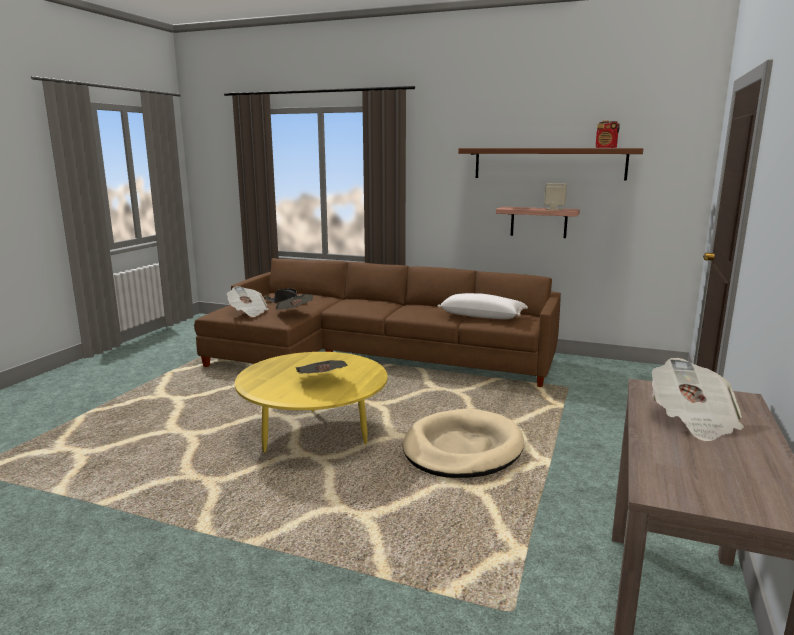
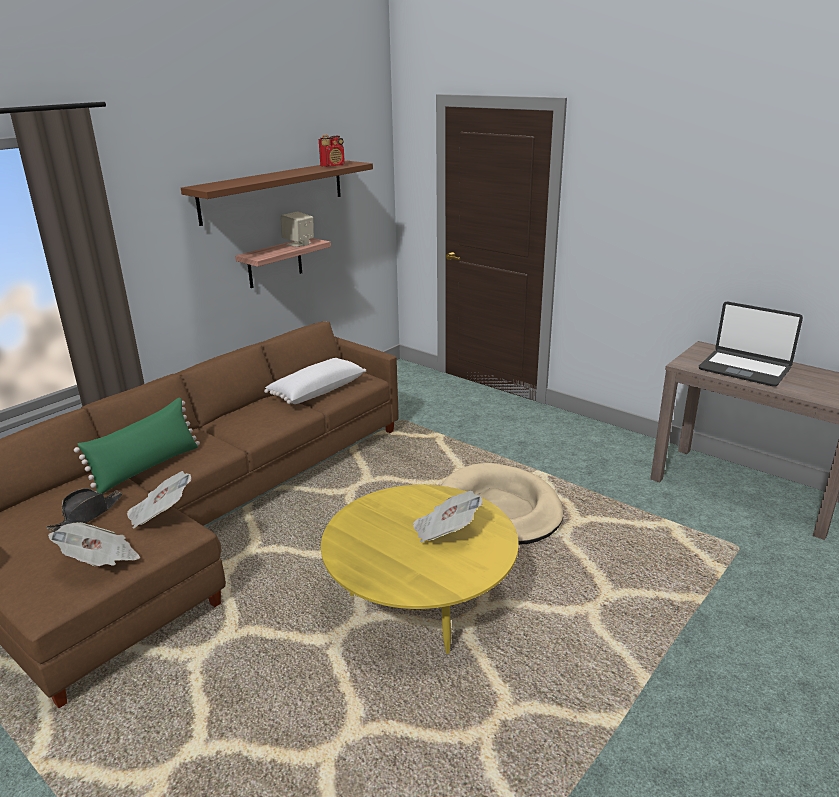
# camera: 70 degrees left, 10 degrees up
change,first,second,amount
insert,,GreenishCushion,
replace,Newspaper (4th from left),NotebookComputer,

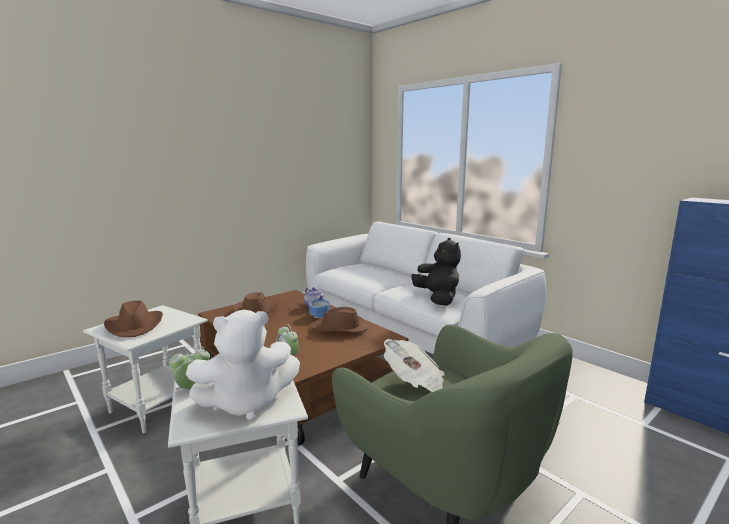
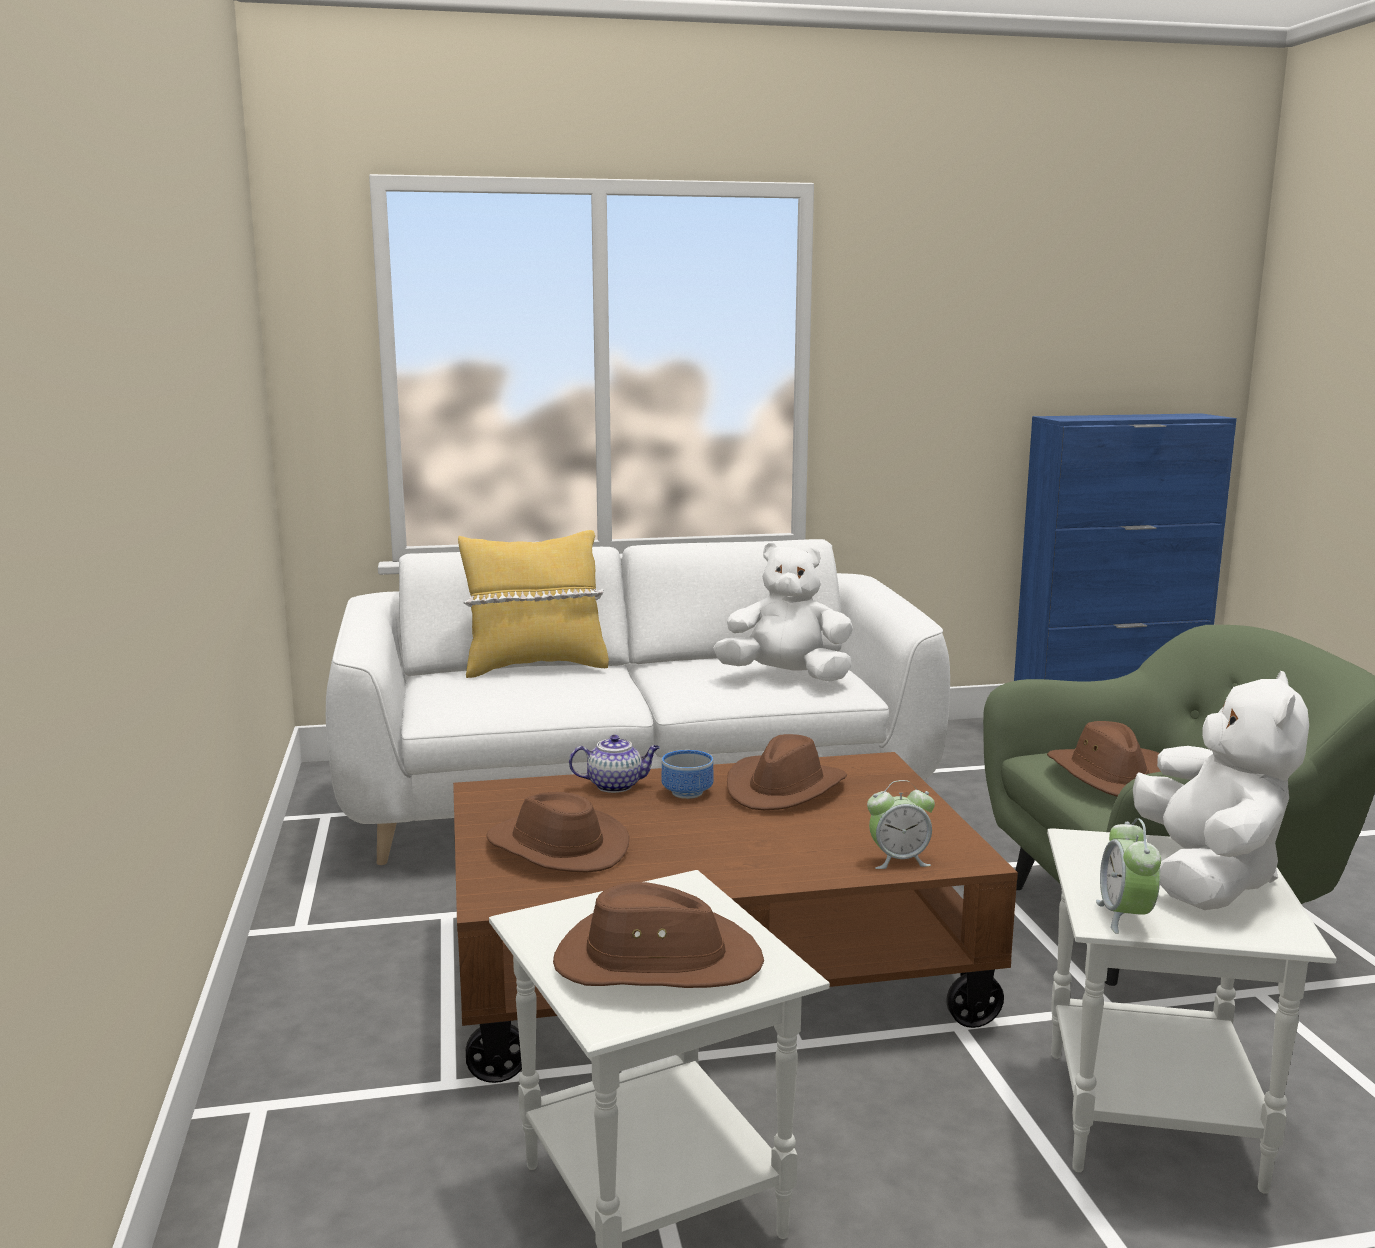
# camera: 60 degrees left, 0 degrees up
change,first,second,amount
insert,,YellowishCushion,
replace,Newspaper,BrownishClothingHat (4th from left),
recolor,BlackColouredSoftToy,WhiteColouredSoftToy (1st from left),

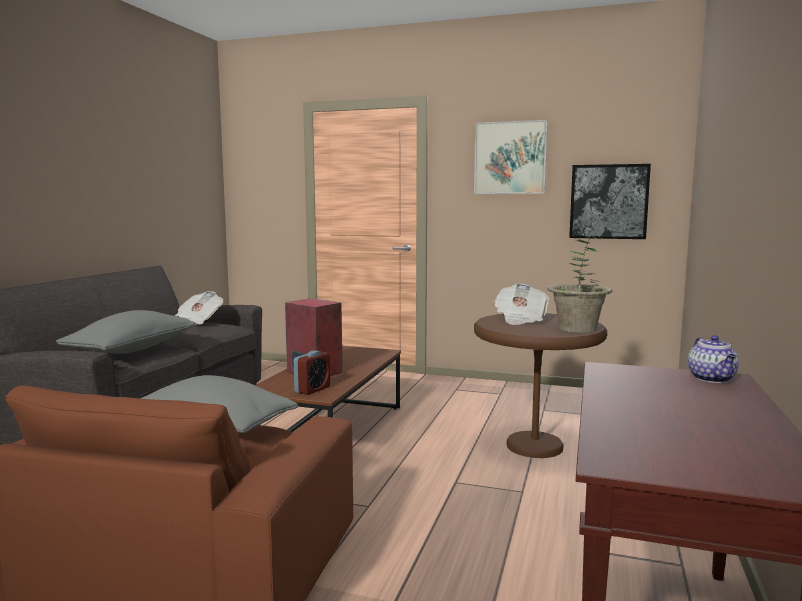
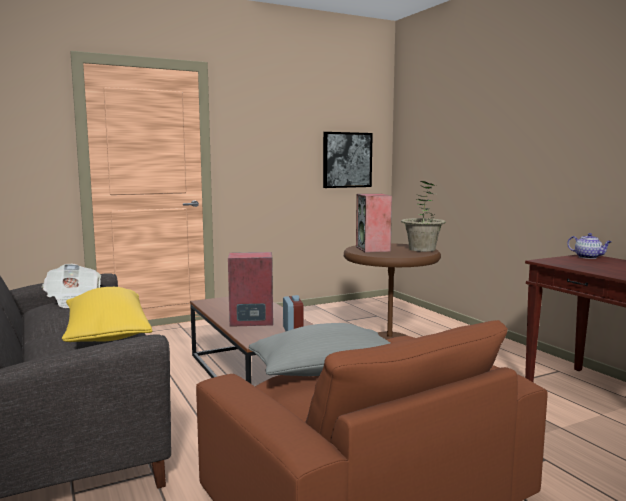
# camera: 45 degrees left, 0 degrees up
change,first,second,amount
delete,Picture (1st from left),,
replace,Newspaper (2nd from left),AudioSpeaker (2nd from left),
recolor,GreyishCushion (1st from left),YellowishCushion,

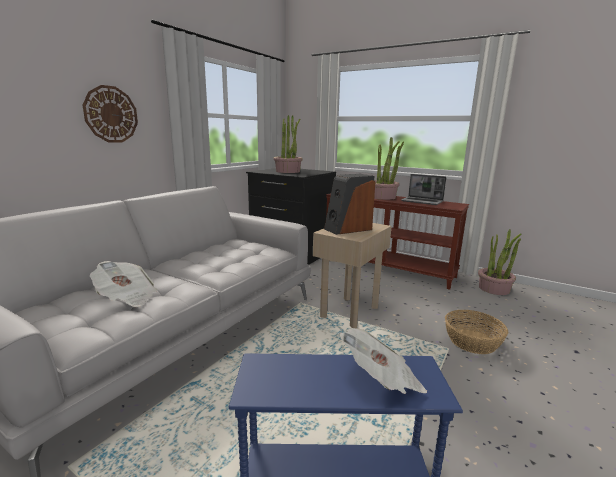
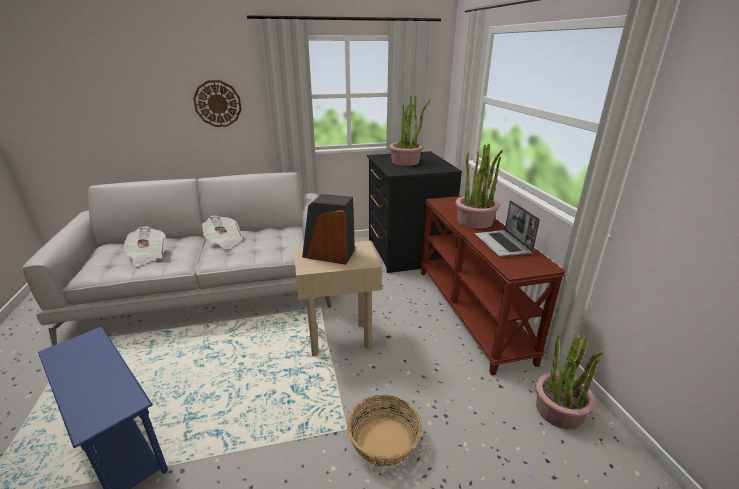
# camera: 45 degrees right, 10 degrees up
change,first,second,amount
move,Newspaper (2nd from left),,

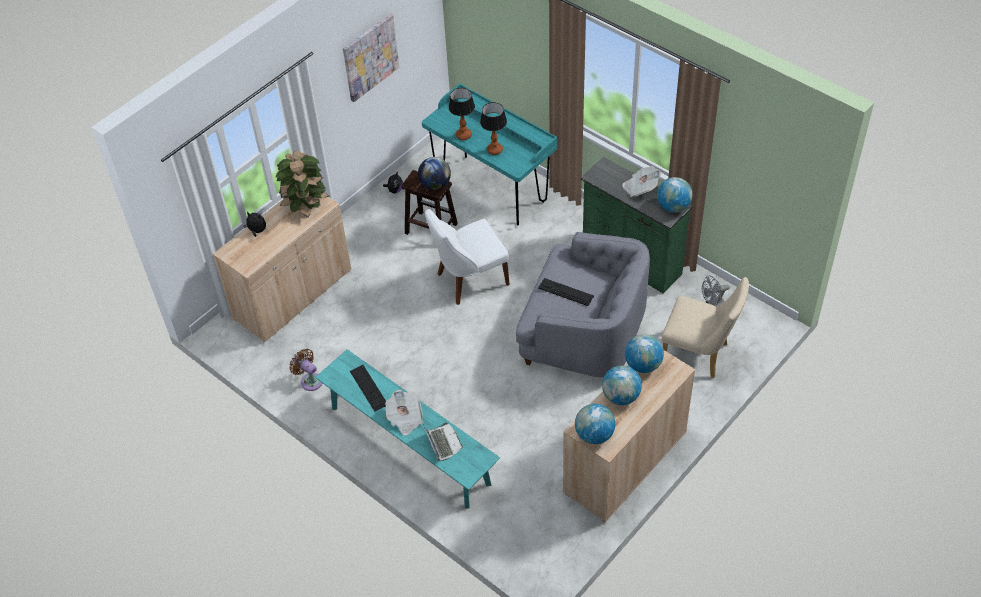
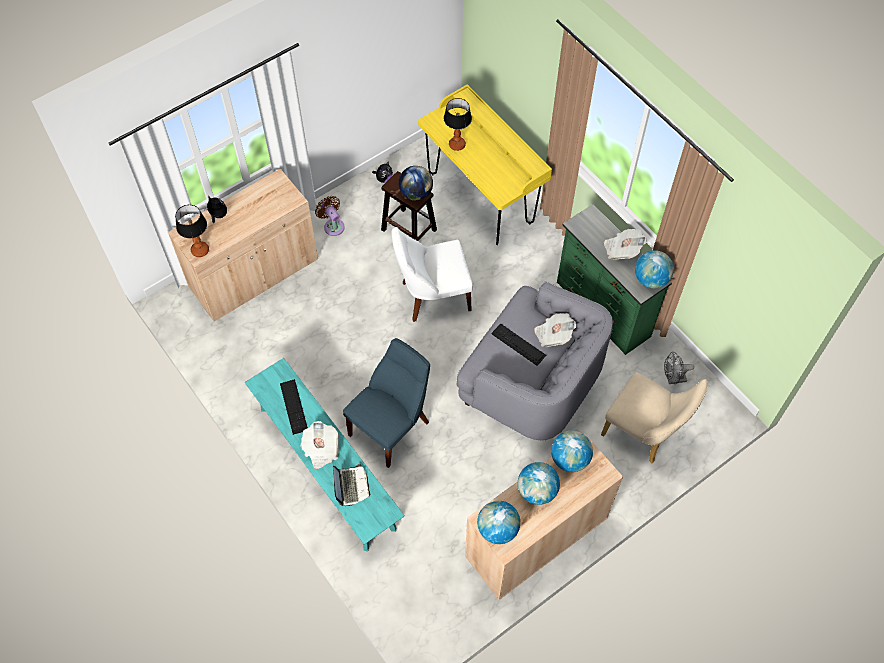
# camera: 10 degrees right, 10 degrees up
change,first,second,amount
delete,PottedPlant,,
delete,Picture,,
insert,,BluishPlainChair,
insert,,Newspaper (2nd from left),
move,BrownishFan,,
move,LampForATable (2nd from left in the first image),LampForATable (1st from left),
recolor,TurquoiseDeskTable,YellowishDeskTable,

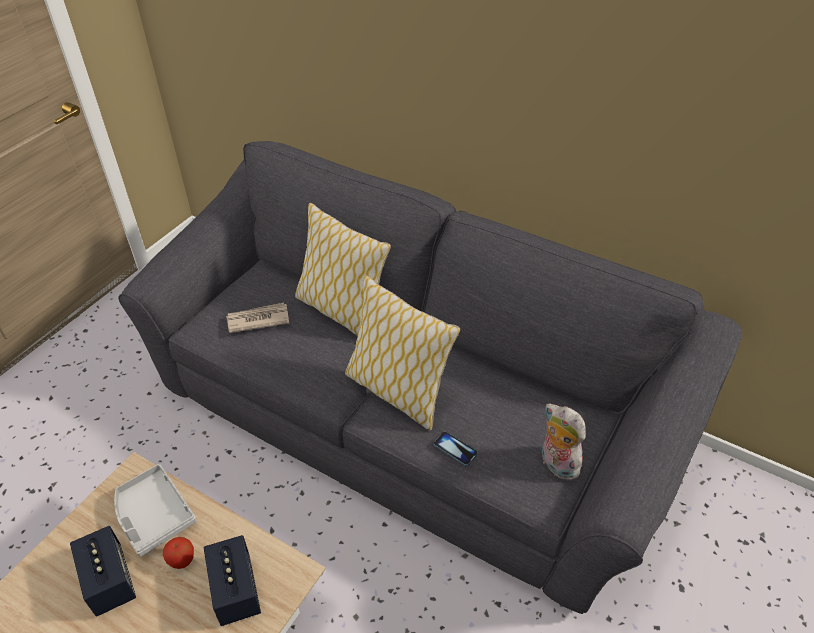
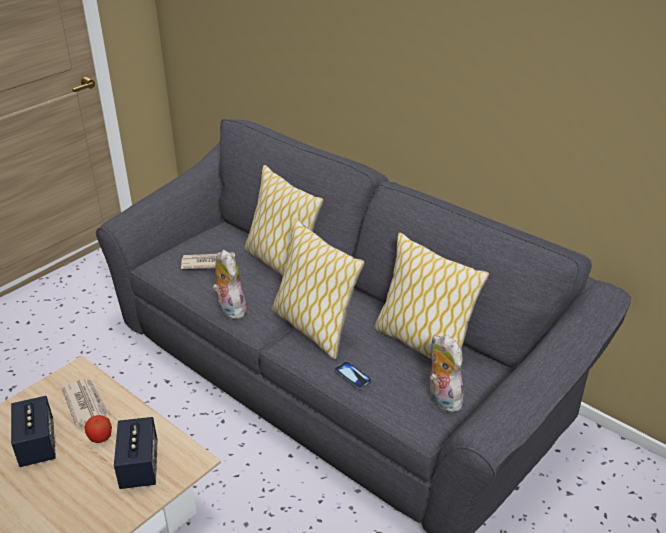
# camera: 10 degrees right, 10 degrees down
change,first,second,amount
insert,,SoftToy (1st from left),
insert,,Cushion (3rd from left),
replace,GreyishCarryingTray,Newspaper (1st from left),

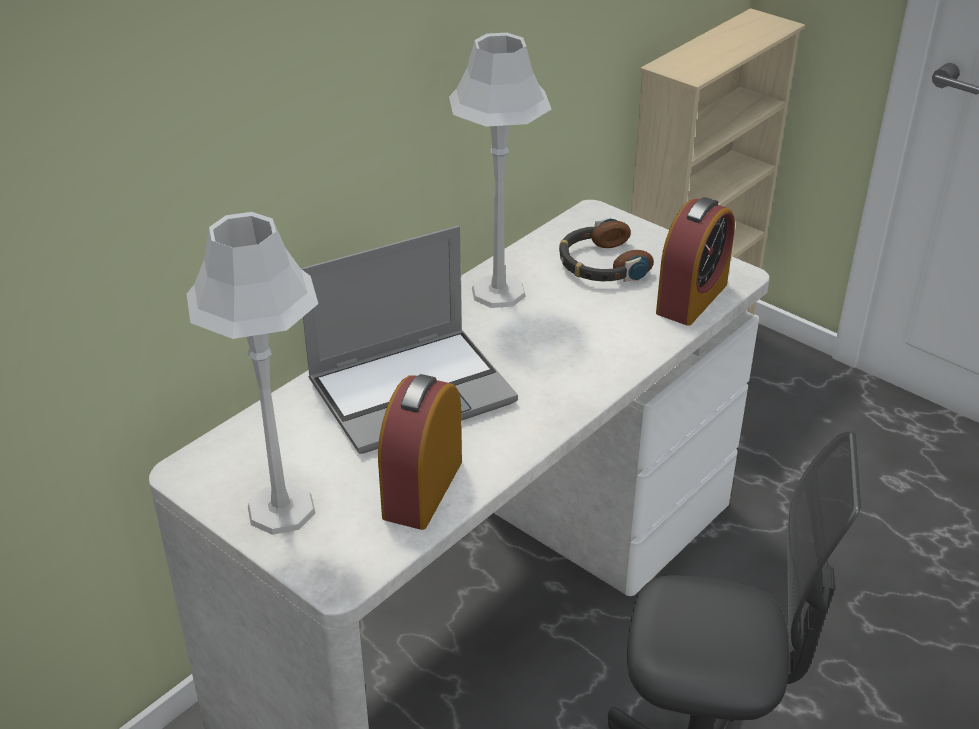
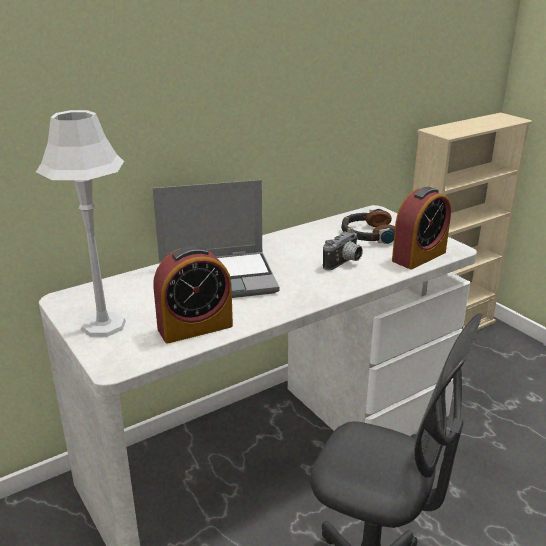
# camera: 15 degrees right, 10 degrees down
change,first,second,amount
delete,GreyishLampForATable (2nd from left),,
insert,,StillCamera,
rotate,TableClock (1st from left),,150 degrees counterclockwise

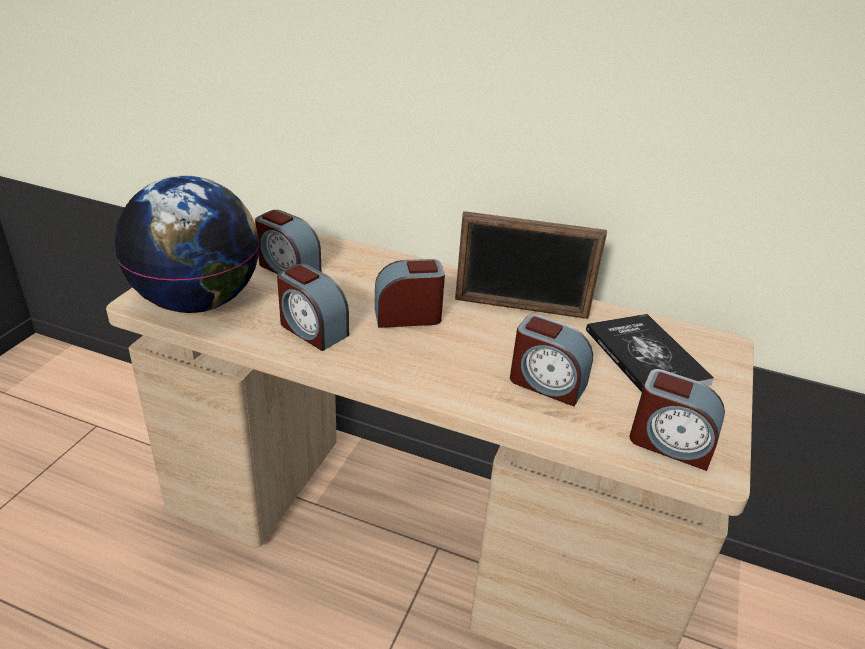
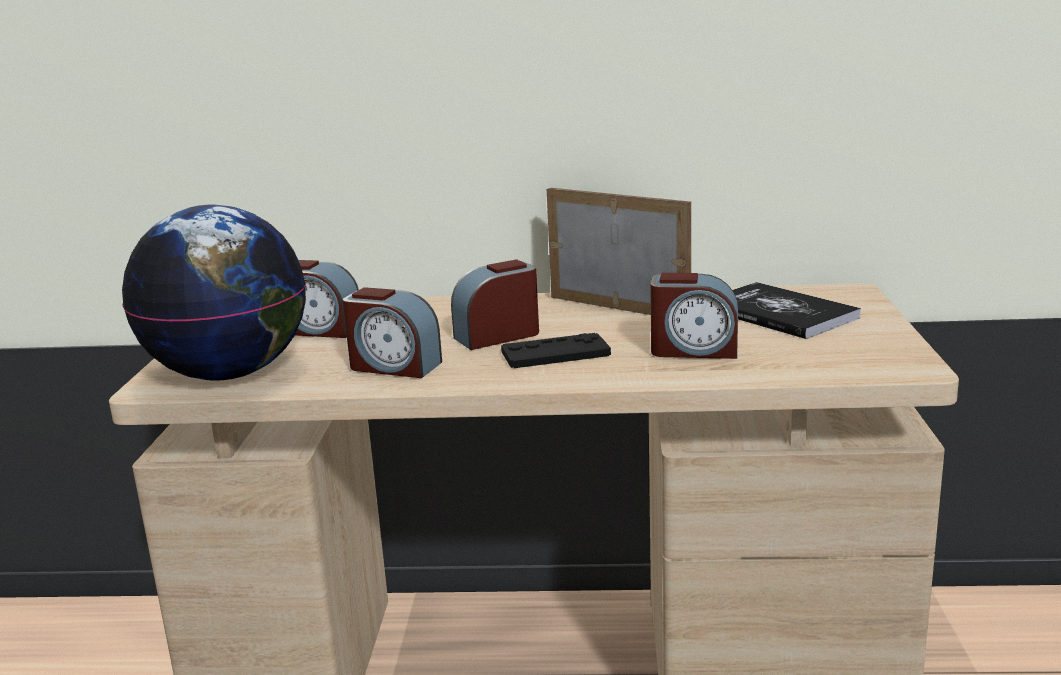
# camera: 15 degrees left, 15 degrees down
change,first,second,amount
delete,TableClock (5th from left),,
insert,,BlackColouredJoypad,
rotate,PictureFrame,,135 degrees counterclockwise

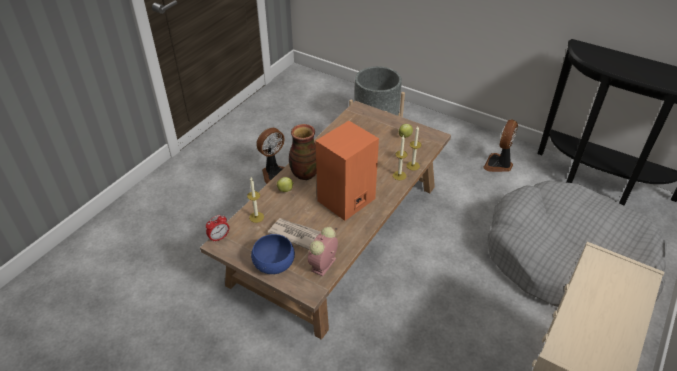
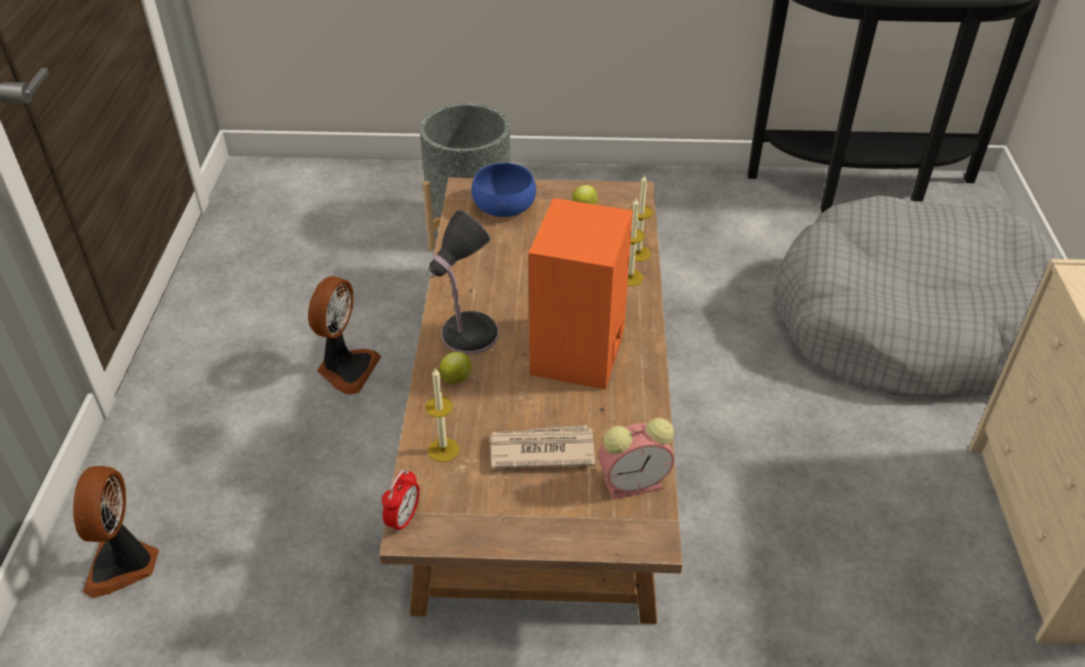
# camera: 30 degrees left, 0 degrees up
change,first,second,amount
move,BluishDeepDish,,
move,Fan (2nd from left in the first image),Fan (1st from left),
replace,FlowerVase,LampForATable,
rotate,TableClock (2nd from left),,105 degrees counterclockwise

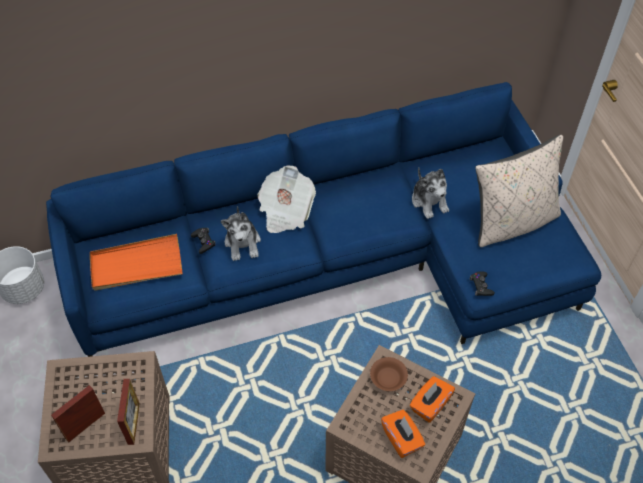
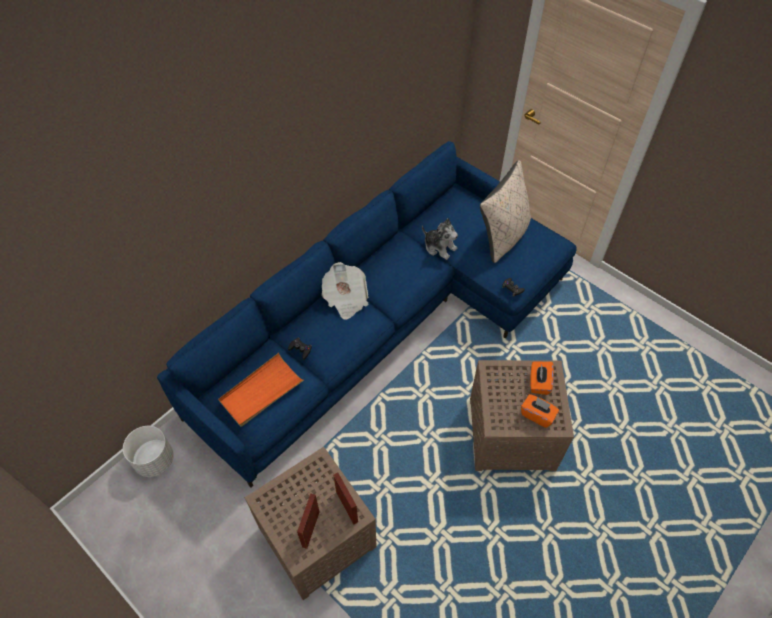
# camera: 30 degrees left, 0 degrees up
change,first,second,amount
delete,SoftToy (1st from left),,
delete,BrownishDeepDish,,

